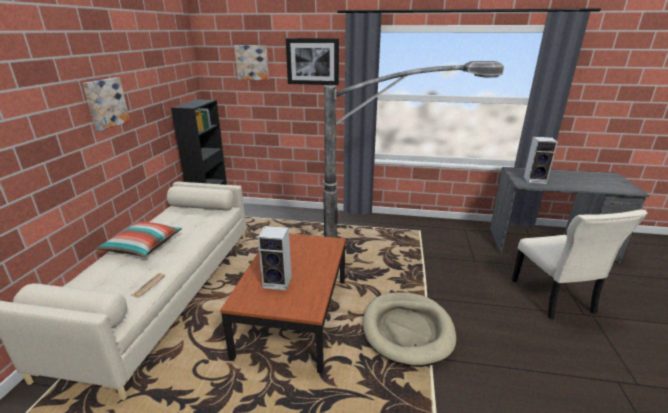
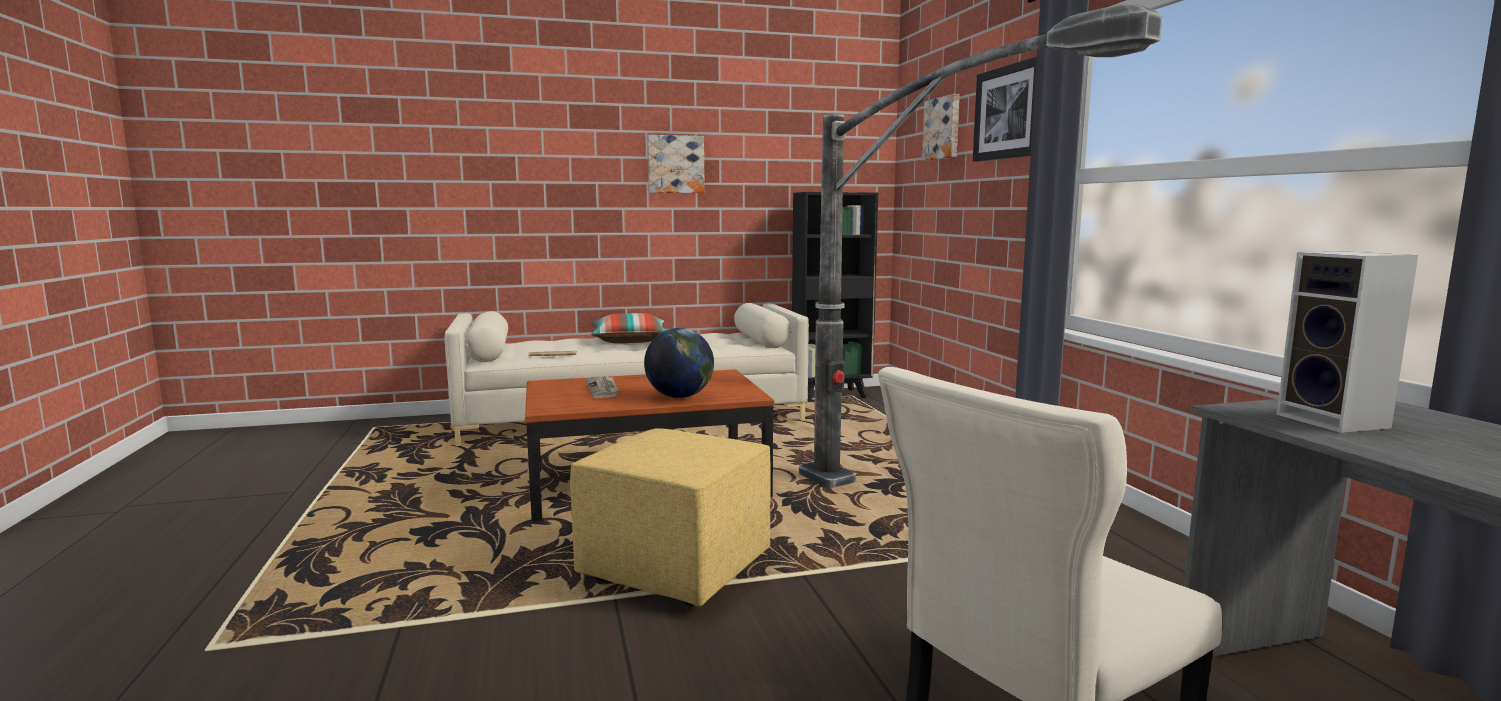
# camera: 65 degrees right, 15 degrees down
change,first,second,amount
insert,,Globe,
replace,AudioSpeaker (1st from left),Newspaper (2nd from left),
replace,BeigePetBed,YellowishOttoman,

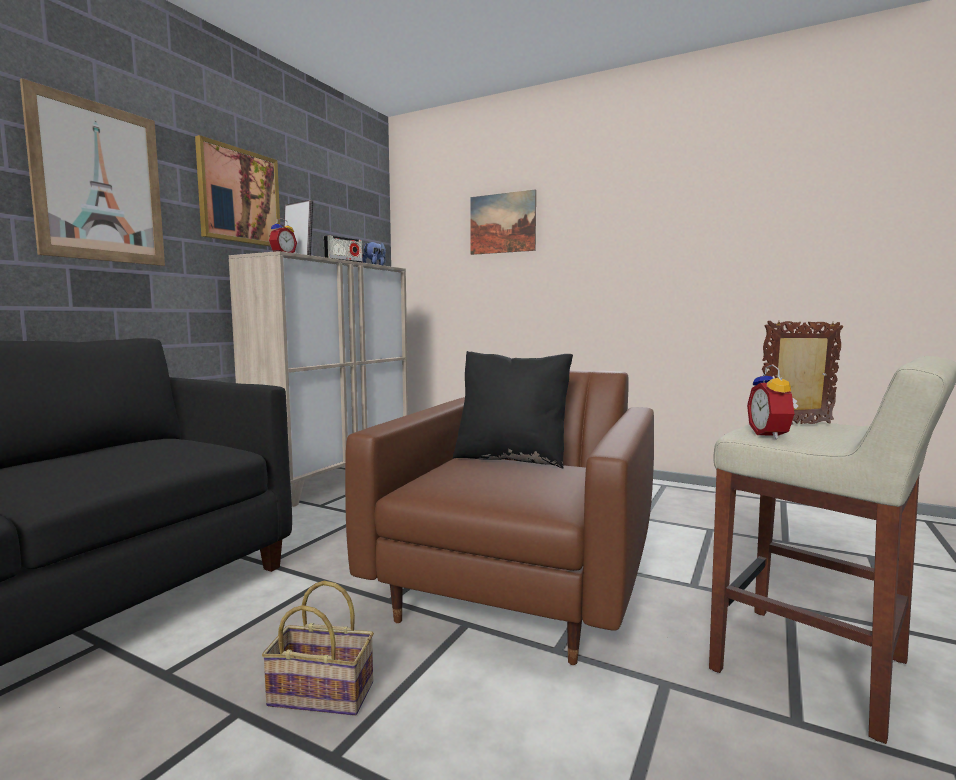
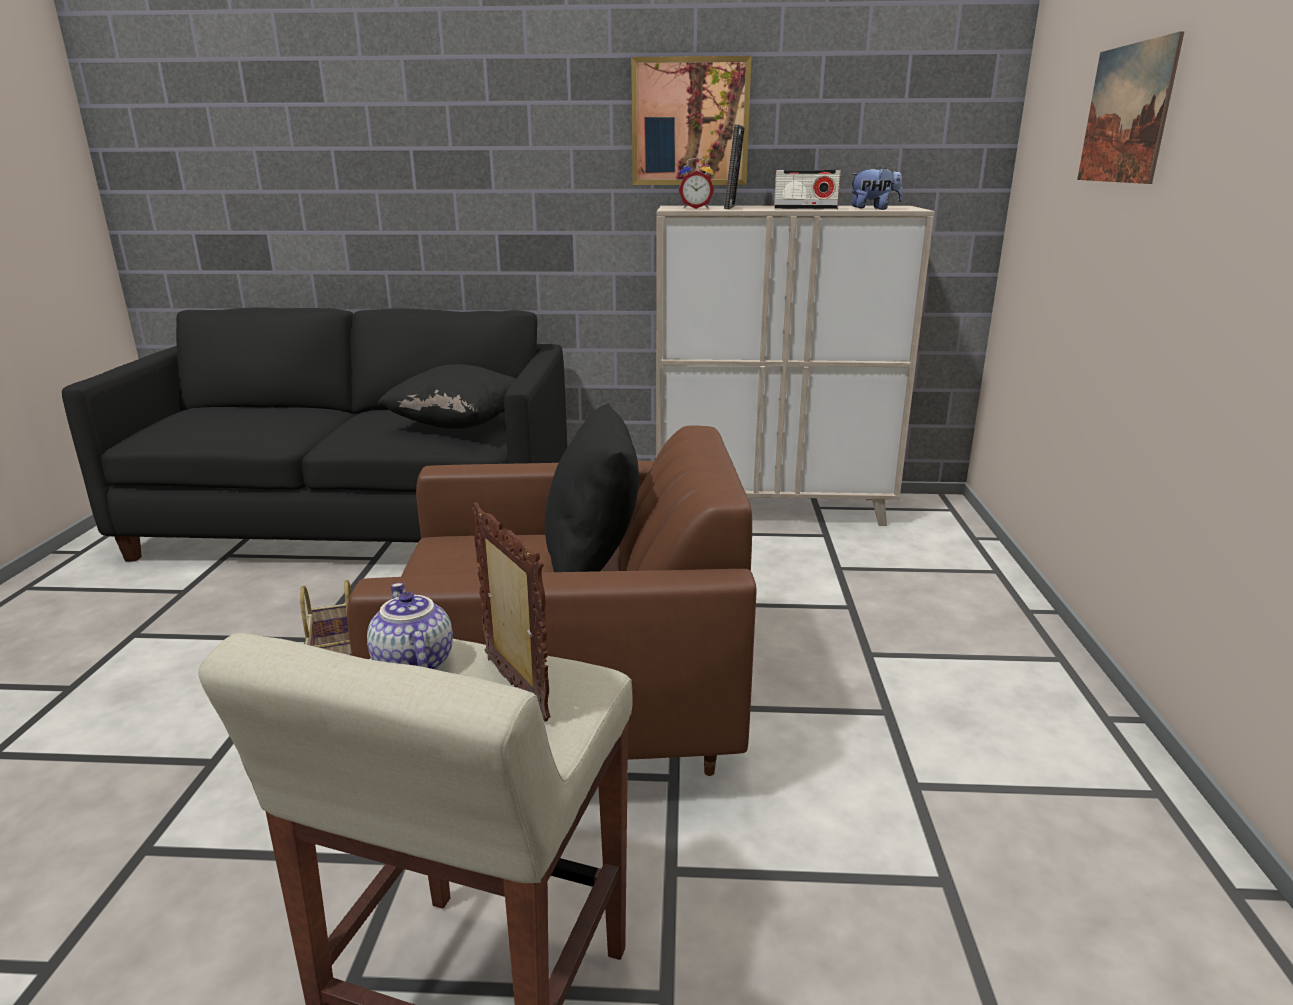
# camera: 65 degrees right, 15 degrees up
change,first,second,amount
delete,Picture (1st from left),,
insert,,BlackColouredCushion (1st from left),
replace,TableClock (2nd from left),Teapot,

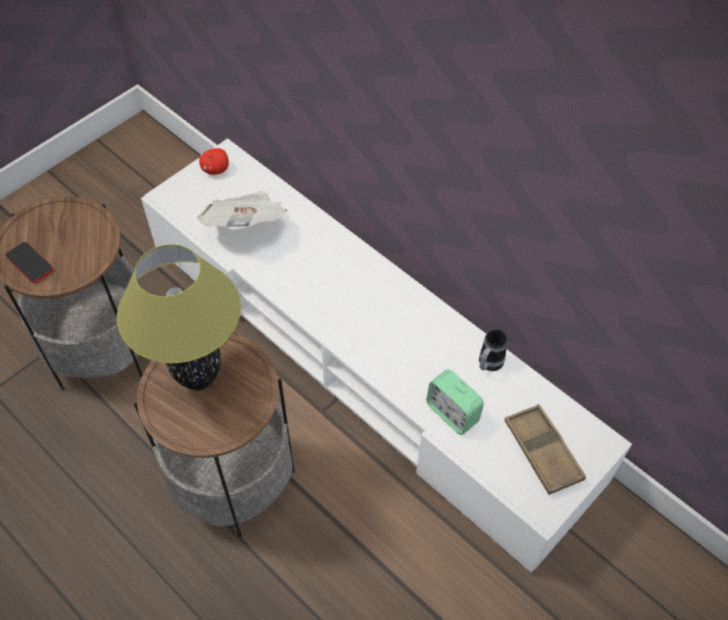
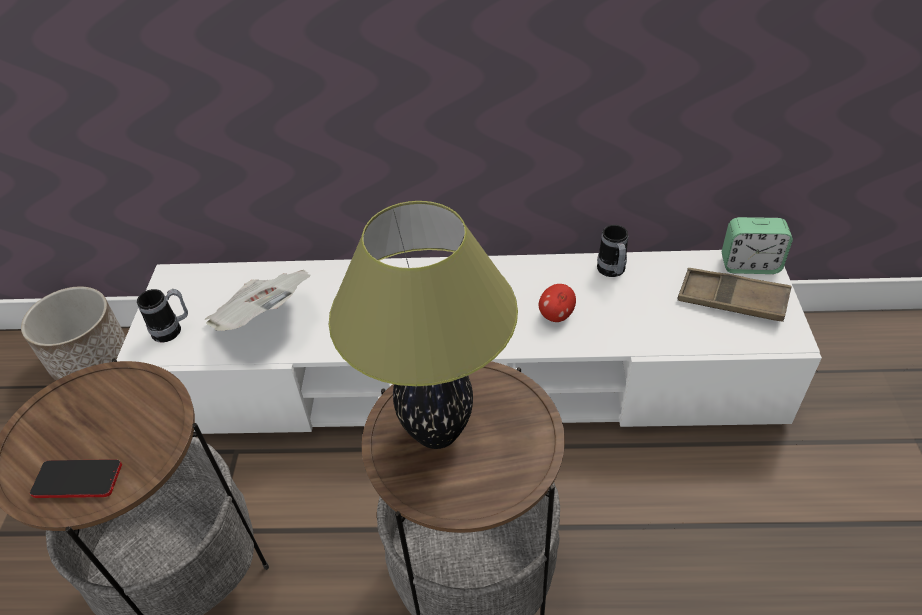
# camera: 40 degrees left, 10 degrees down
change,first,second,amount
insert,,FlowerPot,
insert,,CoffeeMug (1st from left),
move,WholeApple,,
move,TableClock,,

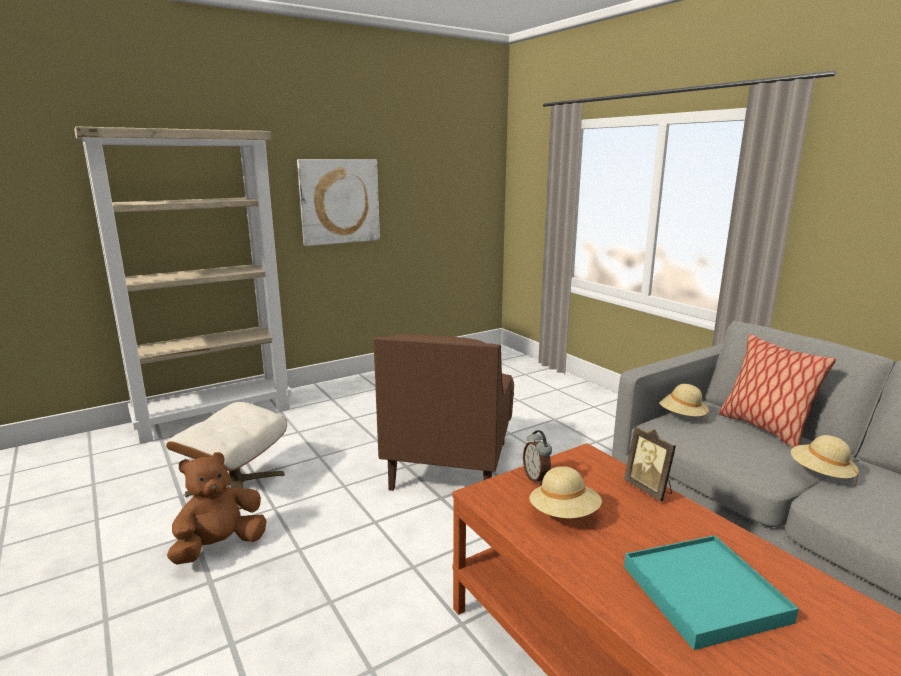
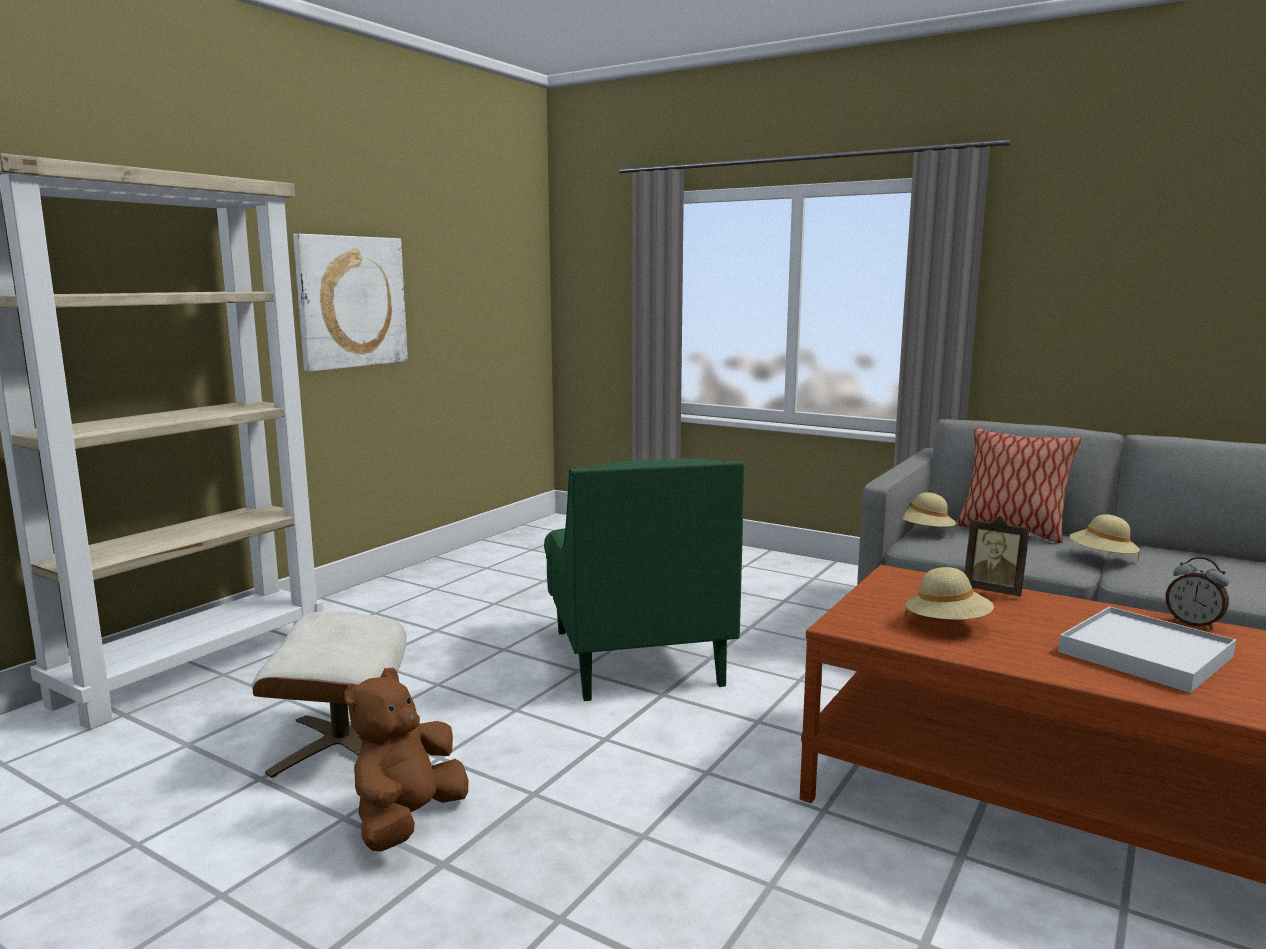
# camera: 25 degrees left, 5 degrees down
change,first,second,amount
move,TableClock,,
recolor,BrownishEasyChair,GreenishEasyChair,
recolor,TurquoiseCarryingTray,WhiteColouredCarryingTray,

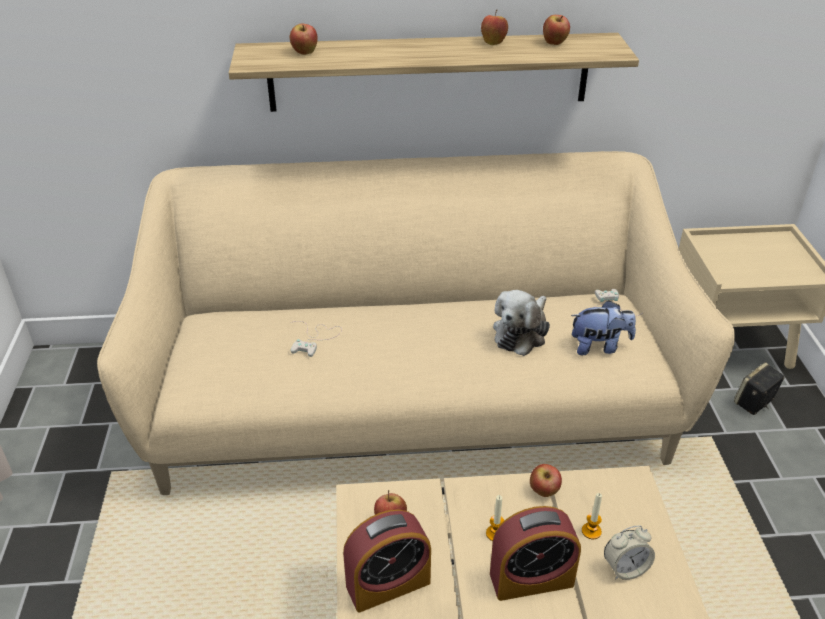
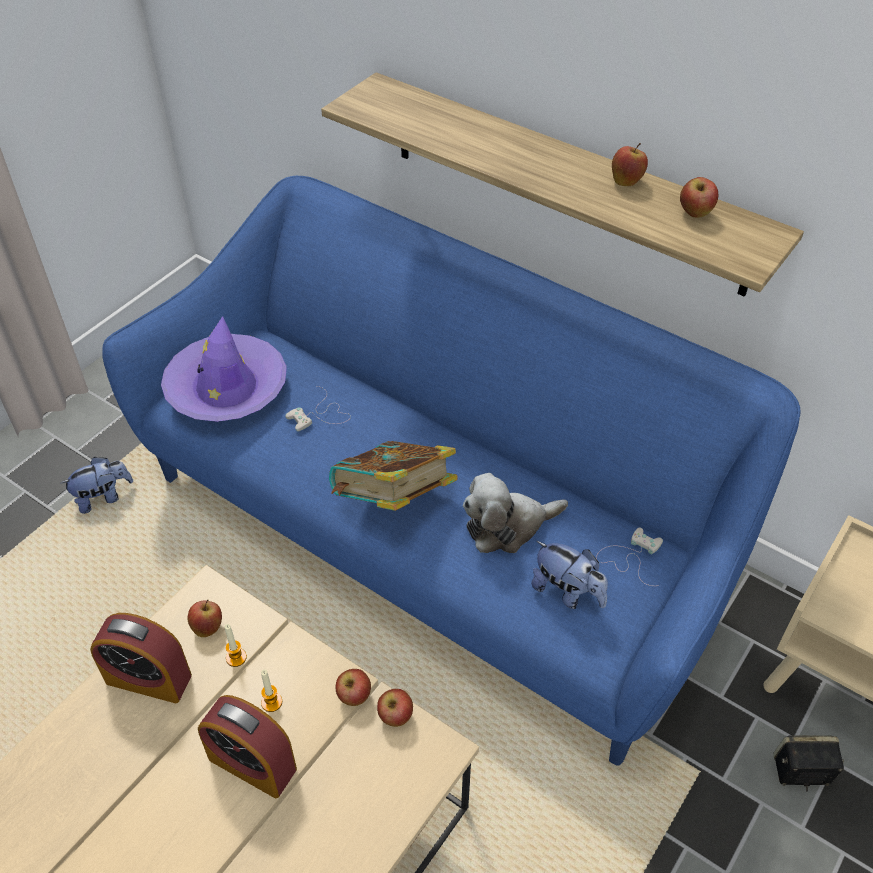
# camera: 40 degrees right, 10 degrees up
change,first,second,amount
delete,TableClock (3rd from left),,
insert,,SoftToy (1st from left),
insert,,PurplishClothingHat,
insert,,Book,
move,WholeApple (1st from left in the first image),WholeApple (3rd from left),
move,Candle (2nd from left in the first image),Candle (1st from left),
recolor,BeigeCouch,BluishCouch,

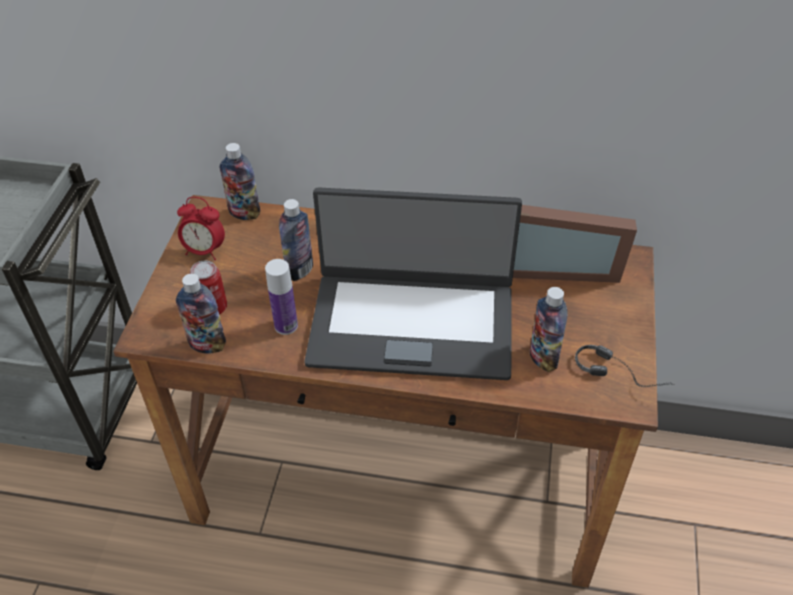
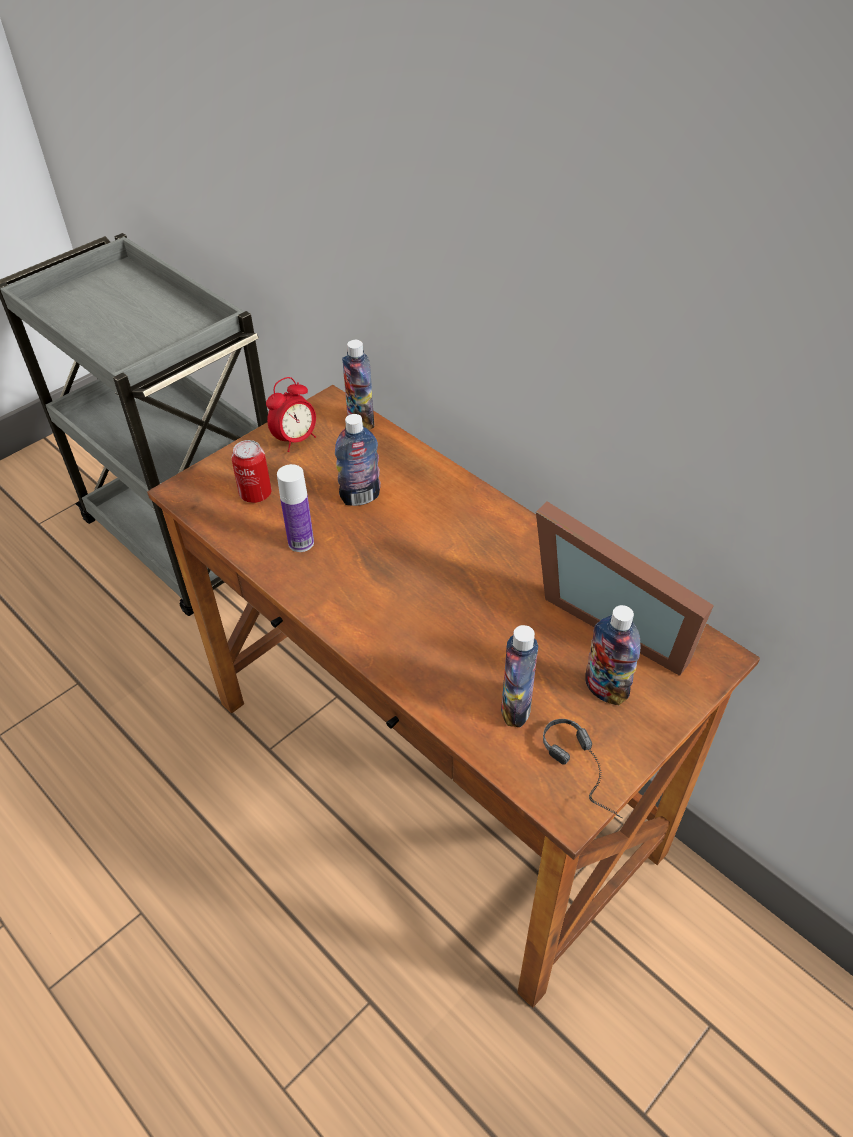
# camera: 35 degrees right, 0 degrees up
change,first,second,amount
delete,NotebookComputer,,
move,Bottle (1st from left in the first image),Bottle (5th from left),
rotate,TableClock,,90 degrees counterclockwise

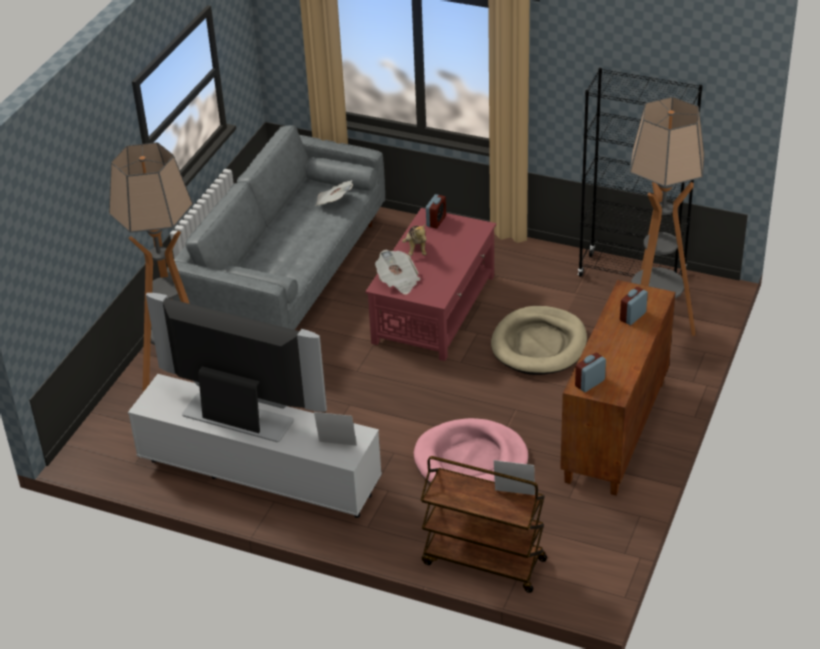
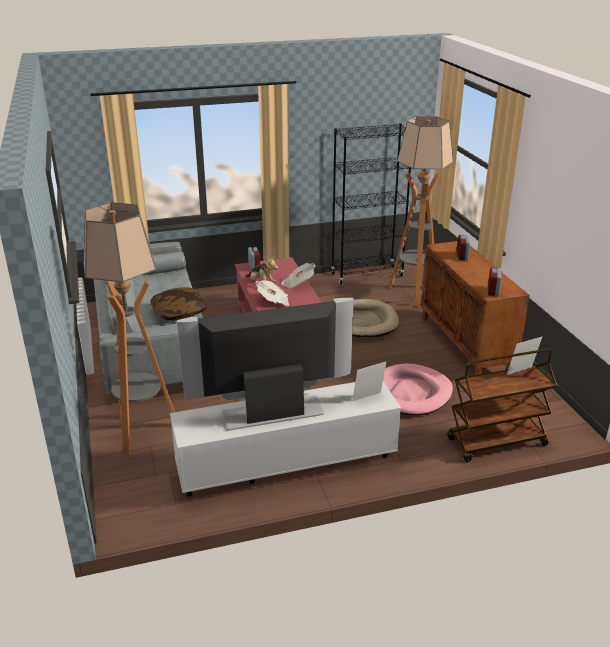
# camera: 40 degrees left, 10 degrees down
change,first,second,amount
insert,,Cushion,
move,Newspaper (1st from left in the first image),Newspaper (2nd from left),

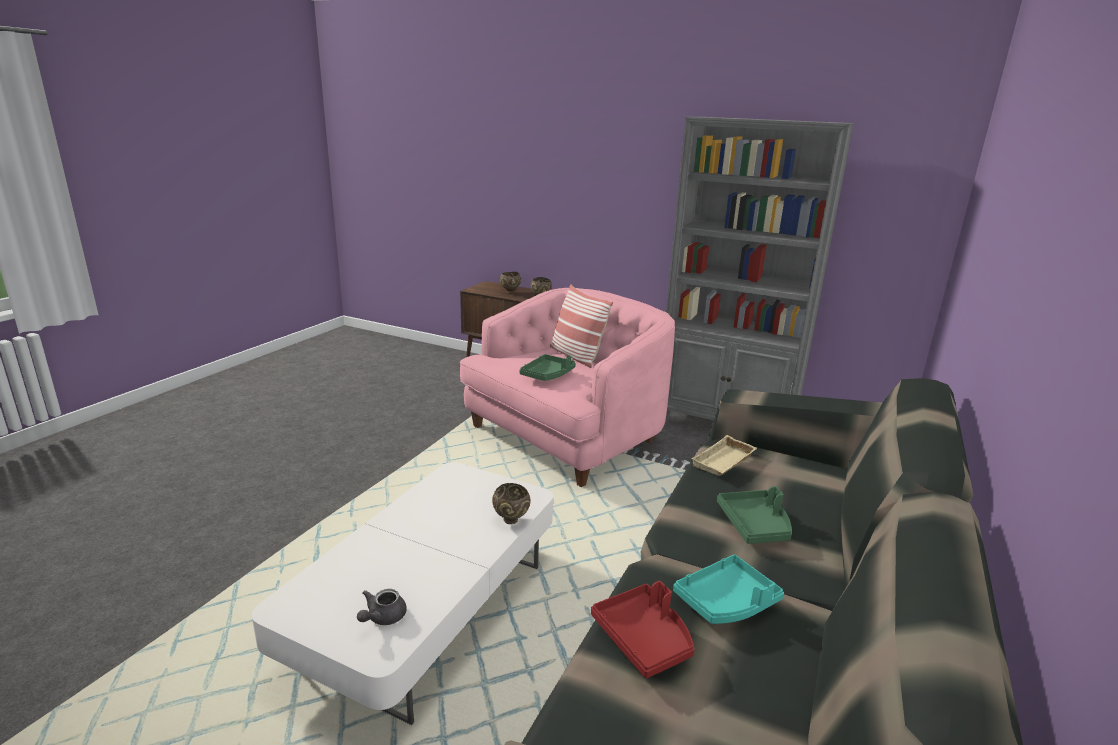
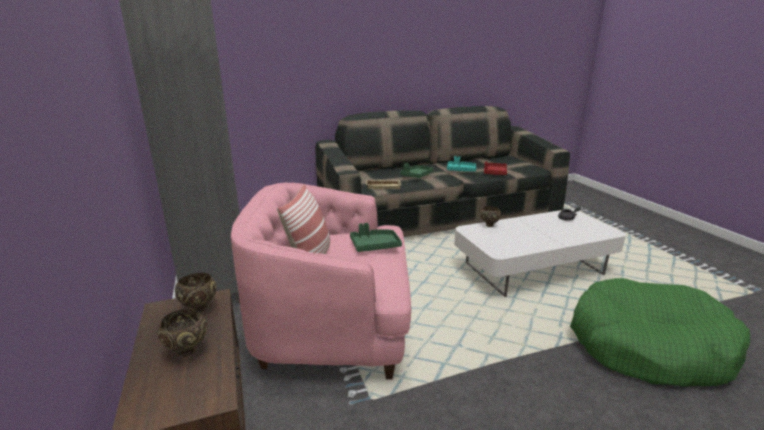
# camera: 135 degrees left, 0 degrees up
change,first,second,amount
insert,,GreenishPetBed,

